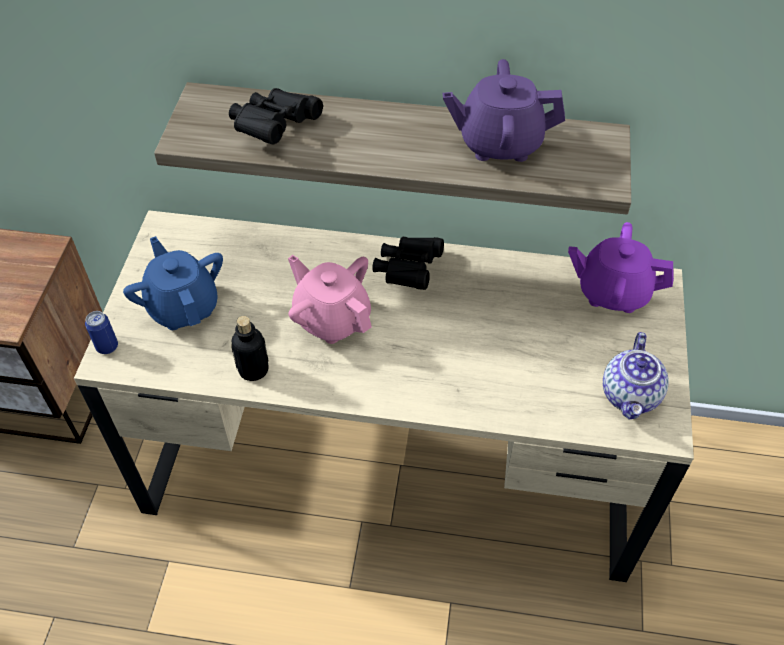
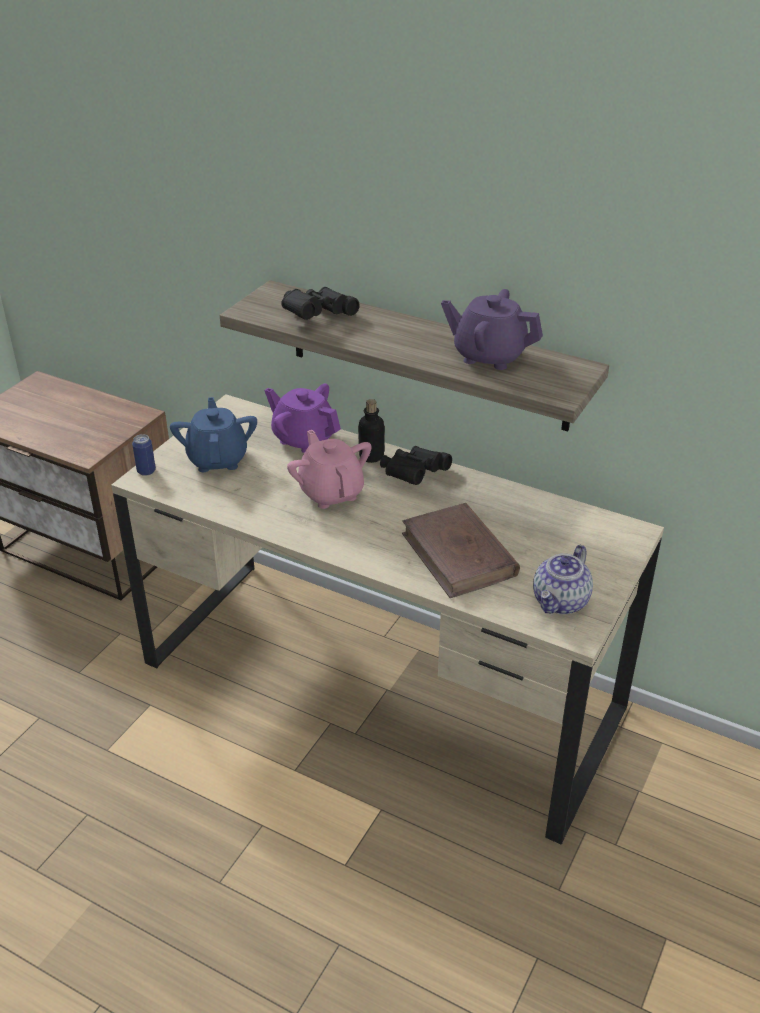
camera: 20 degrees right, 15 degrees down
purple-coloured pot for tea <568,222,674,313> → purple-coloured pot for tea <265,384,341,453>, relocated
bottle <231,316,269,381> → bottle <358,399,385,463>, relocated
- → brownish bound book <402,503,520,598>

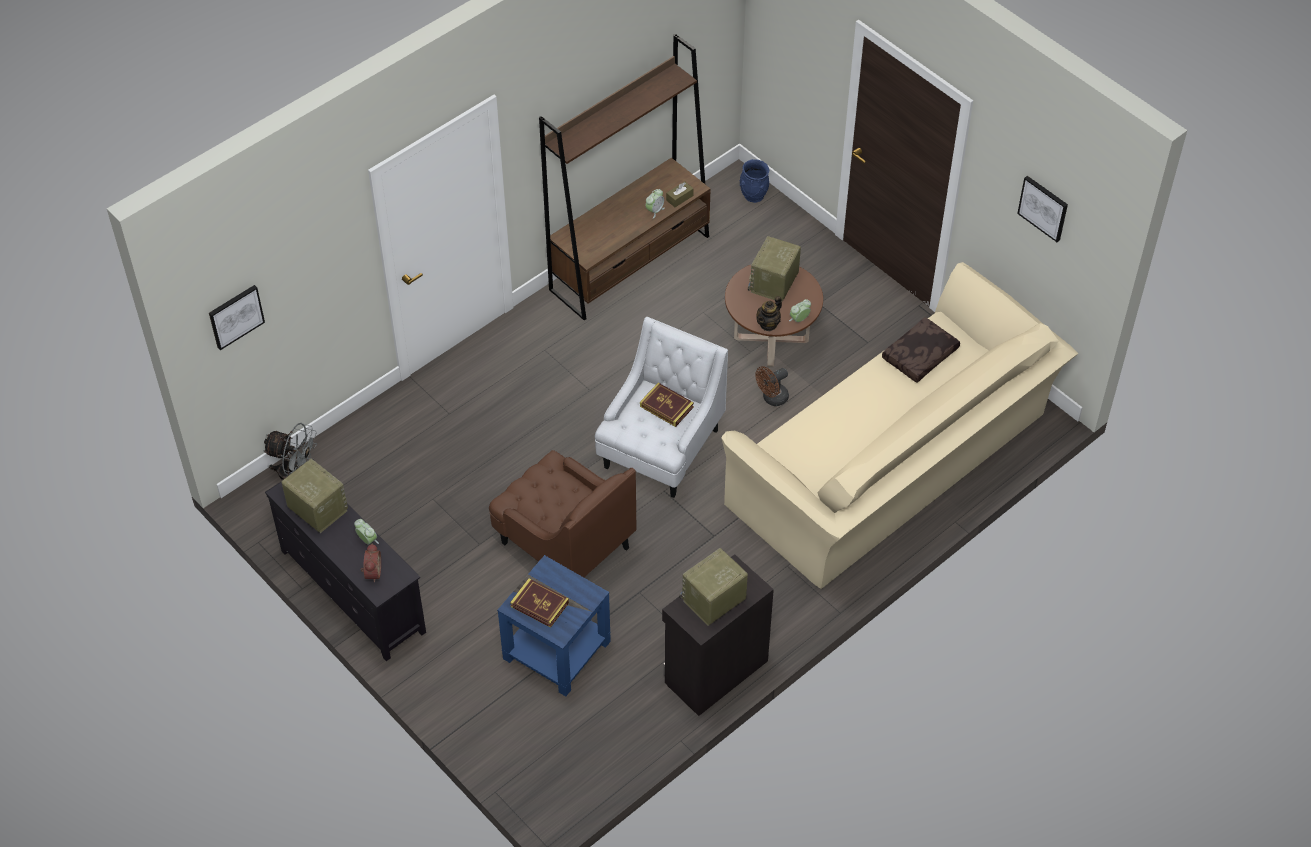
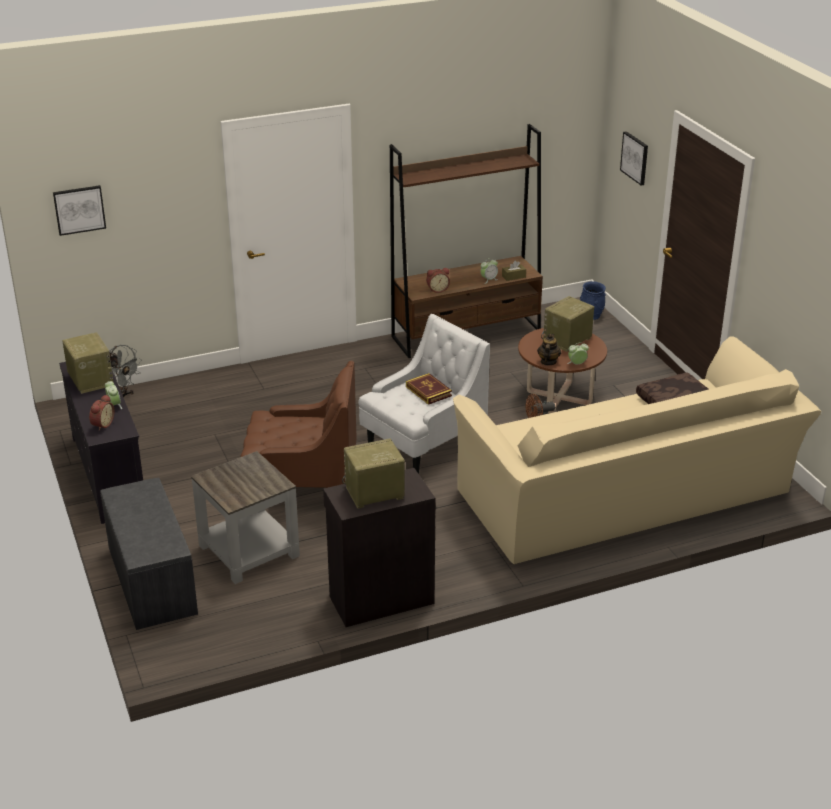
camera: 20 degrees right, 20 degrees down
wall art <1017,176,1068,242> → wall art <620,131,648,185>, relocated
pot for tea <756,296,782,331> → pot for tea <537,334,561,366>, 135 degrees clockwise
brownish armchair <489,450,636,577> → brownish armchair <240,361,357,488>, 60 degrees counterclockwise
blue end table <497,555,611,696> → greyish end table <191,451,300,584>
bound book <510,578,569,628> → -
- → alarm clock <426,268,450,293>
- → greyish long seat <100,477,198,630>

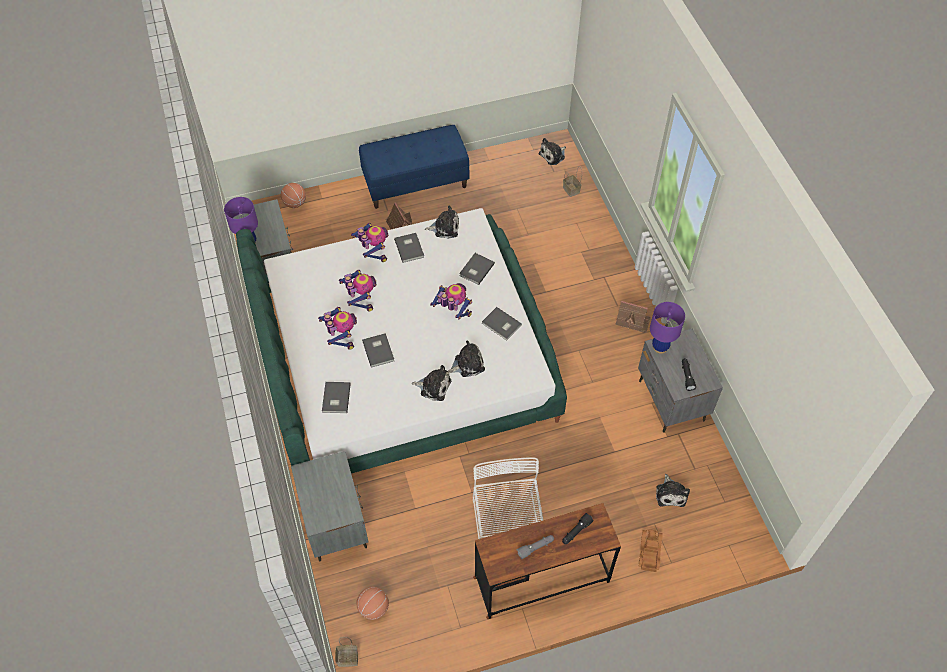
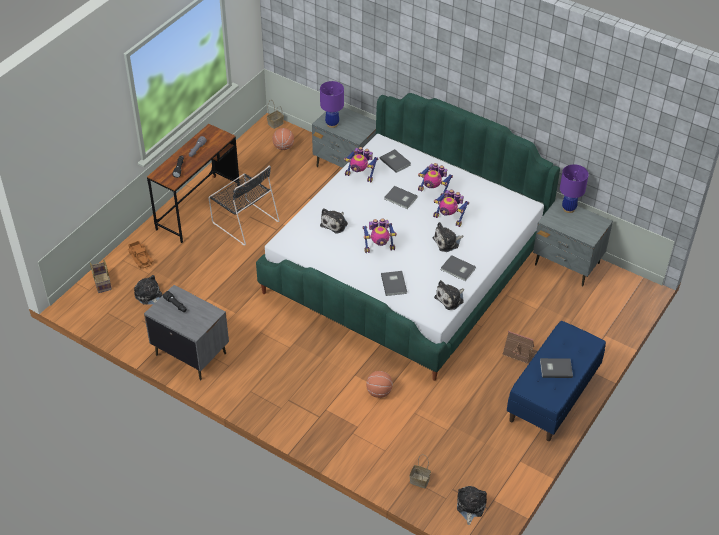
camera: 140 degrees right, 10 degrees down
ball for basketball <281,183,306,208> → ball for basketball <366,371,393,398>, relocated
model robot <351,223,388,262> → model robot <344,147,378,182>, relocated
toy house <615,301,651,333> → -
purple-coloured lamp for a table <650,302,685,354> → purple-coloured lamp for a table <320,81,344,128>, relocated
greyish bound book <482,307,522,341> → greyish bound book <540,358,573,378>, relocated
plush toy <412,365,451,401> → plush toy <432,222,464,252>, relocated
whitish chair <473,457,543,539> → black-coloured chair <209,166,279,246>
- → storage basket <90,259,112,293>

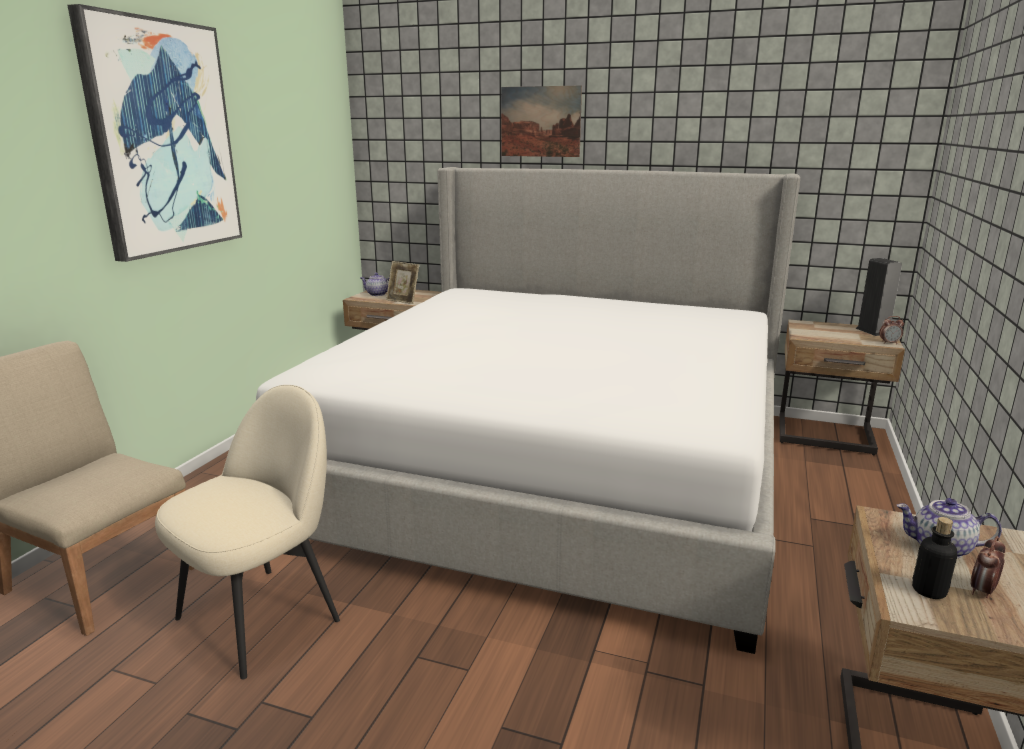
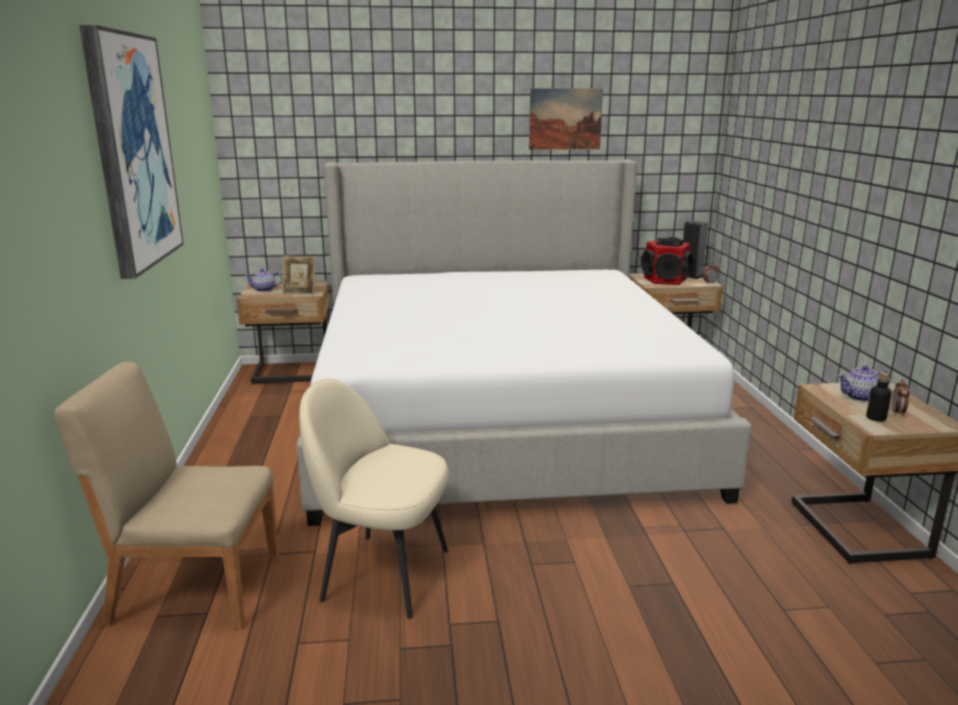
camera: 25 degrees left, 0 degrees up
wall art <501,85,582,157> → wall art <529,88,603,150>, relocated
sand-coloured chair <155,385,340,679> → sand-coloured chair <299,379,449,619>, 90 degrees counterclockwise
- → audio speaker <641,237,693,285>

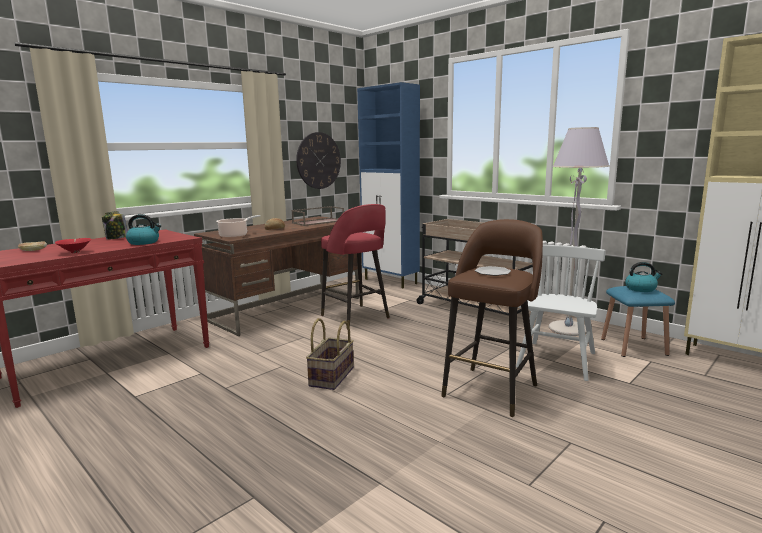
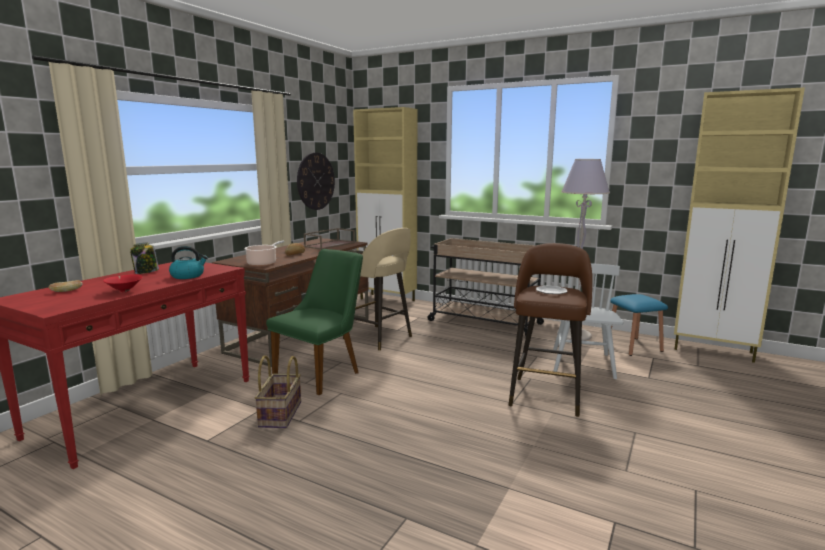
camera: 15 degrees left, 0 degrees up
blue storage cabinet <357,82,420,288> → sand-coloured storage cabinet <353,107,417,301>
red stool <321,204,390,327> → sand-coloured stool <343,228,412,351>
water kettle <625,262,662,292> → -
storage basket <306,318,354,390> → storage basket <255,355,301,428>, relocated
- → green-coloured chair <266,249,363,395>

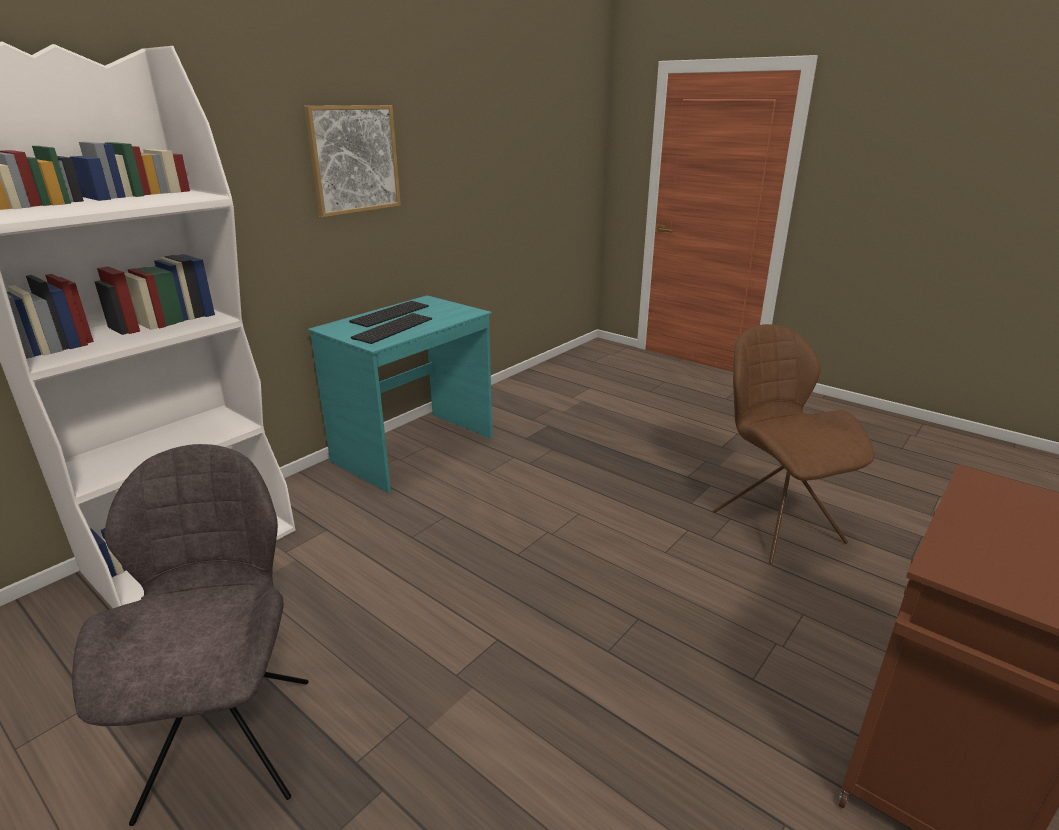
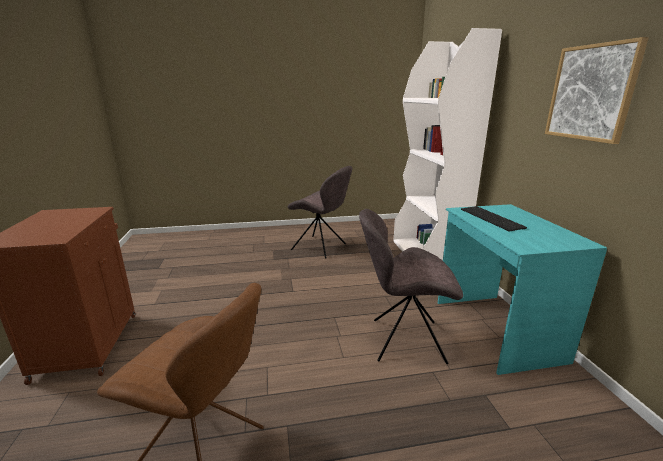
camera: 130 degrees right, 5 degrees down
computer keyboard <349,301,429,327> → -
- → greyish chair <359,209,463,364>

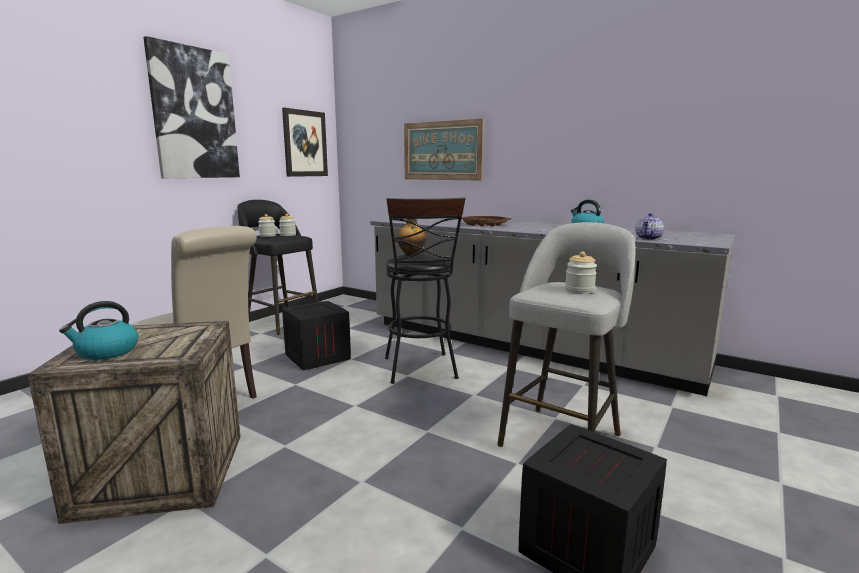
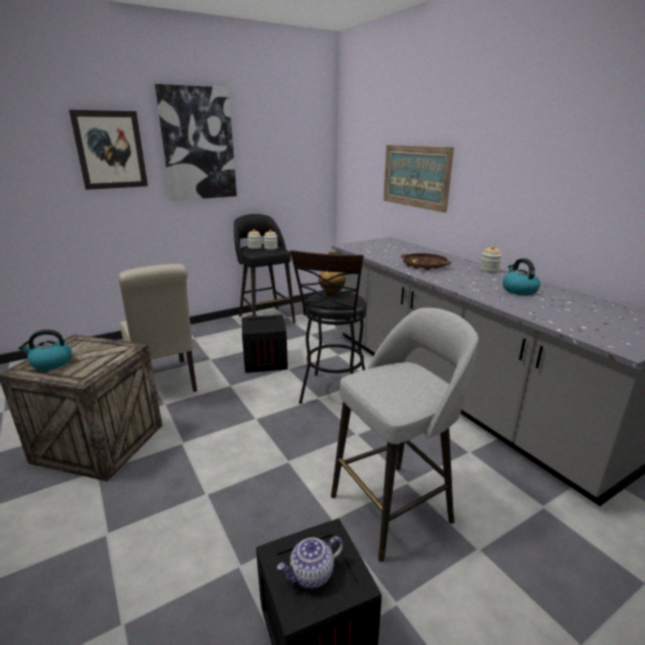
camera: 25 degrees right, 10 degrees up
wall art <282,108,328,177> → wall art <69,110,148,190>, relocated
pot for tea <635,213,664,240> → pot for tea <277,536,344,589>, relocated
storage jar <565,252,597,294> → storage jar <480,246,502,273>, relocated

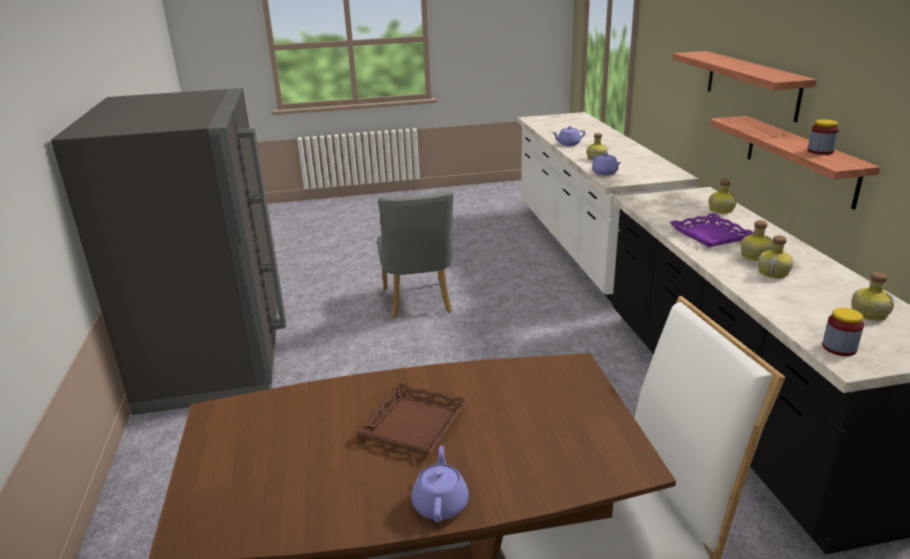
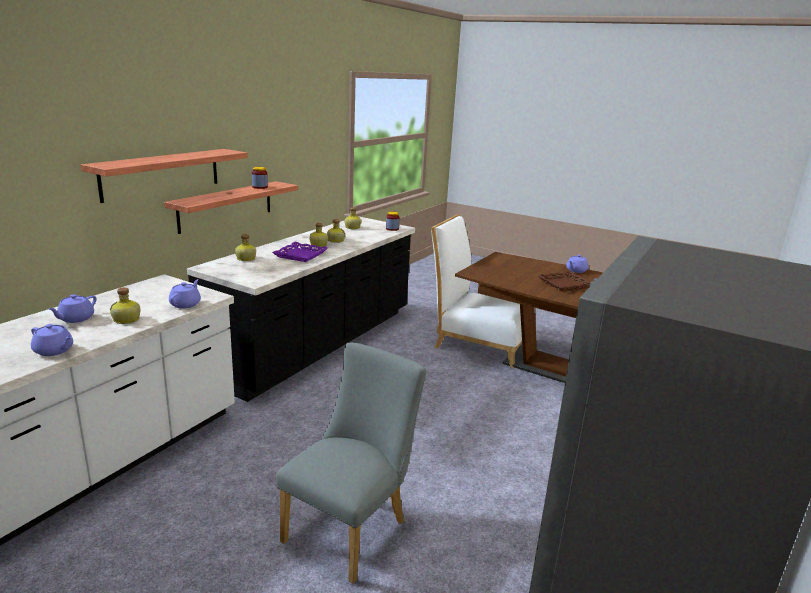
camera: 140 degrees left, 5 degrees down
- → purple-coloured pot for tea <48,294,96,323>

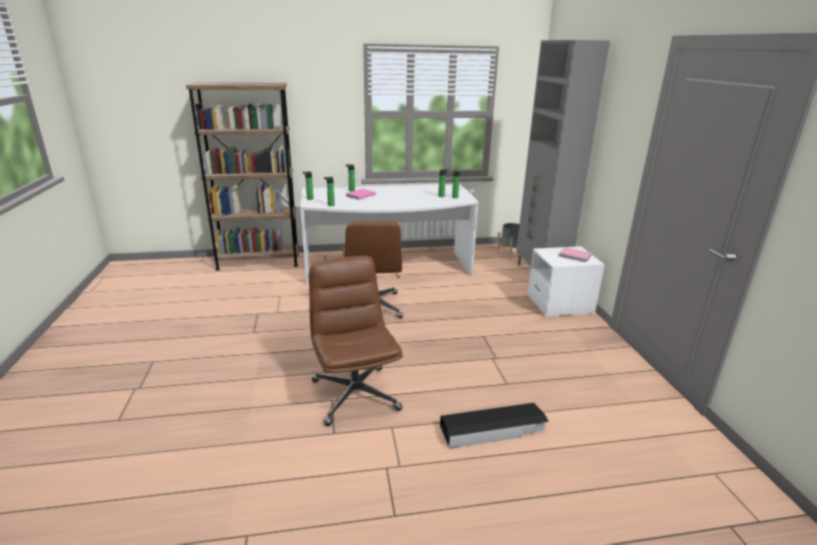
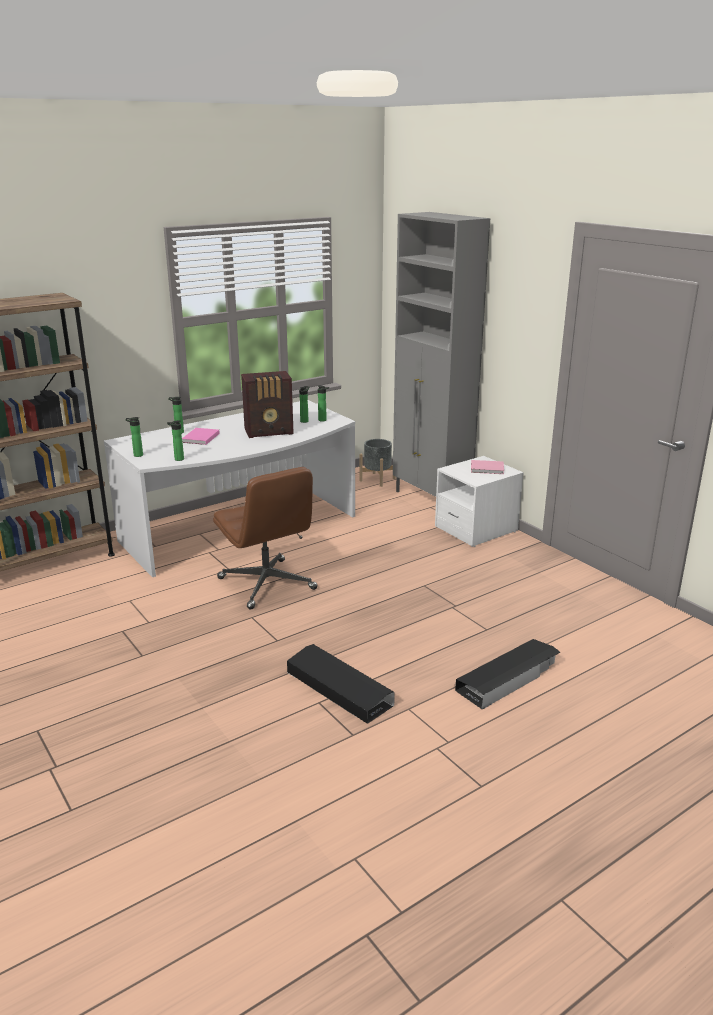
camera: 25 degrees left, 0 degrees up
brownish office chair <309,256,403,426> → black-coloured storage container <287,644,395,724>
- → radio set <241,371,294,438>

